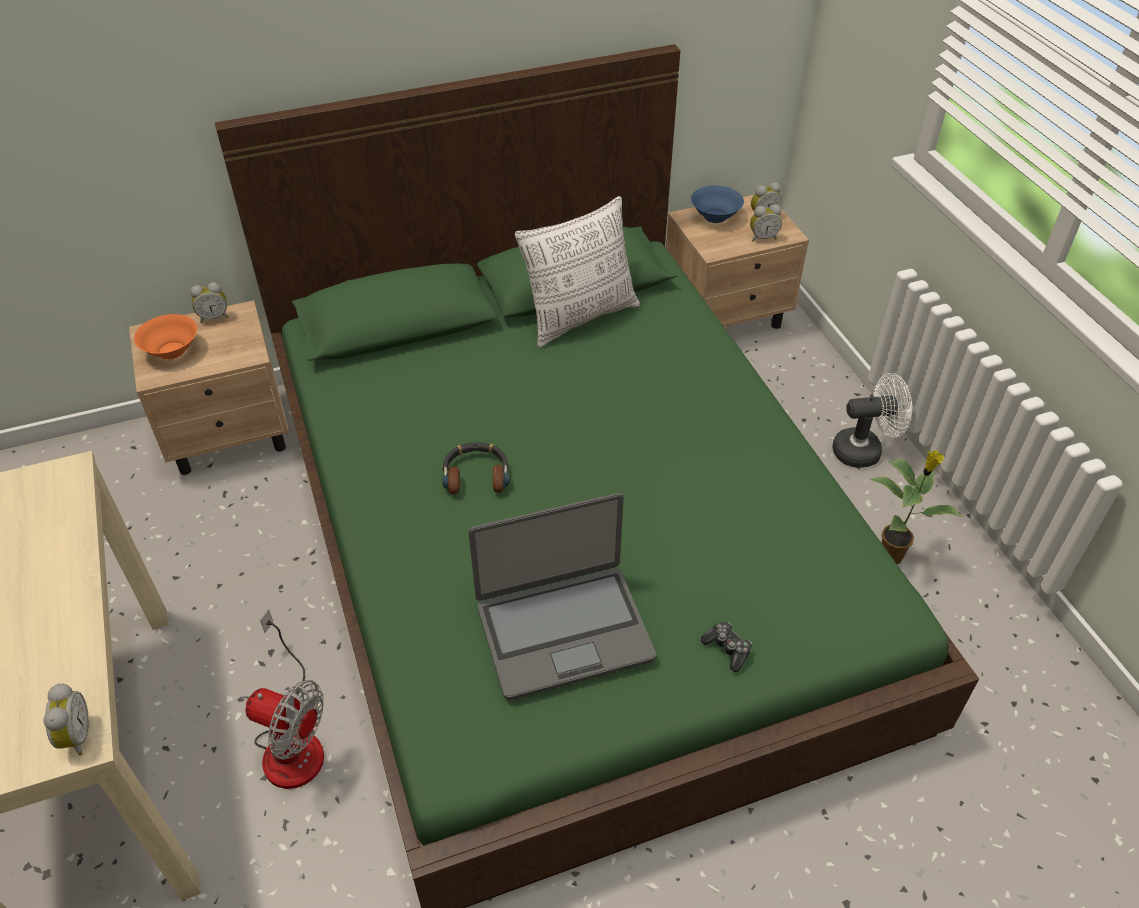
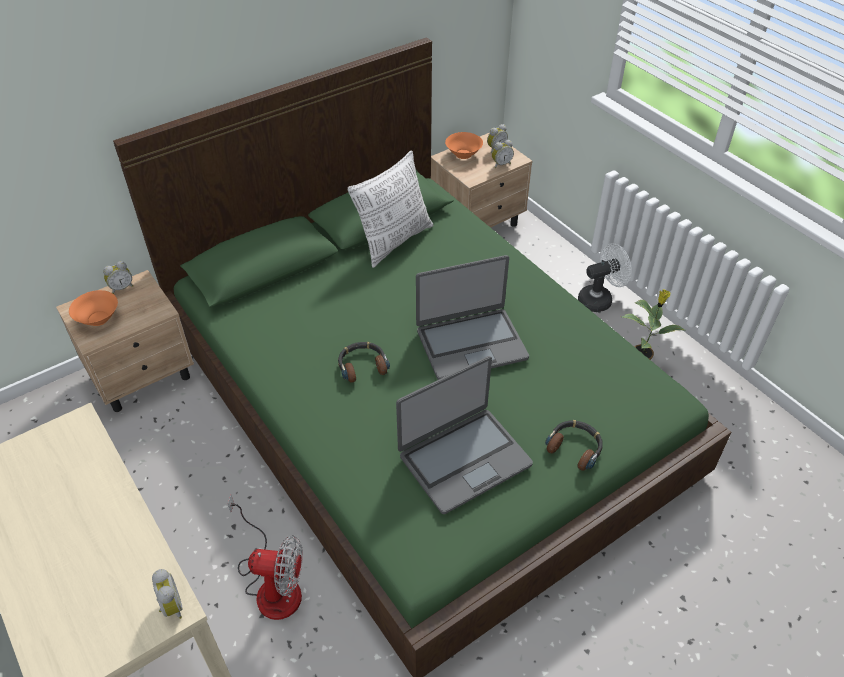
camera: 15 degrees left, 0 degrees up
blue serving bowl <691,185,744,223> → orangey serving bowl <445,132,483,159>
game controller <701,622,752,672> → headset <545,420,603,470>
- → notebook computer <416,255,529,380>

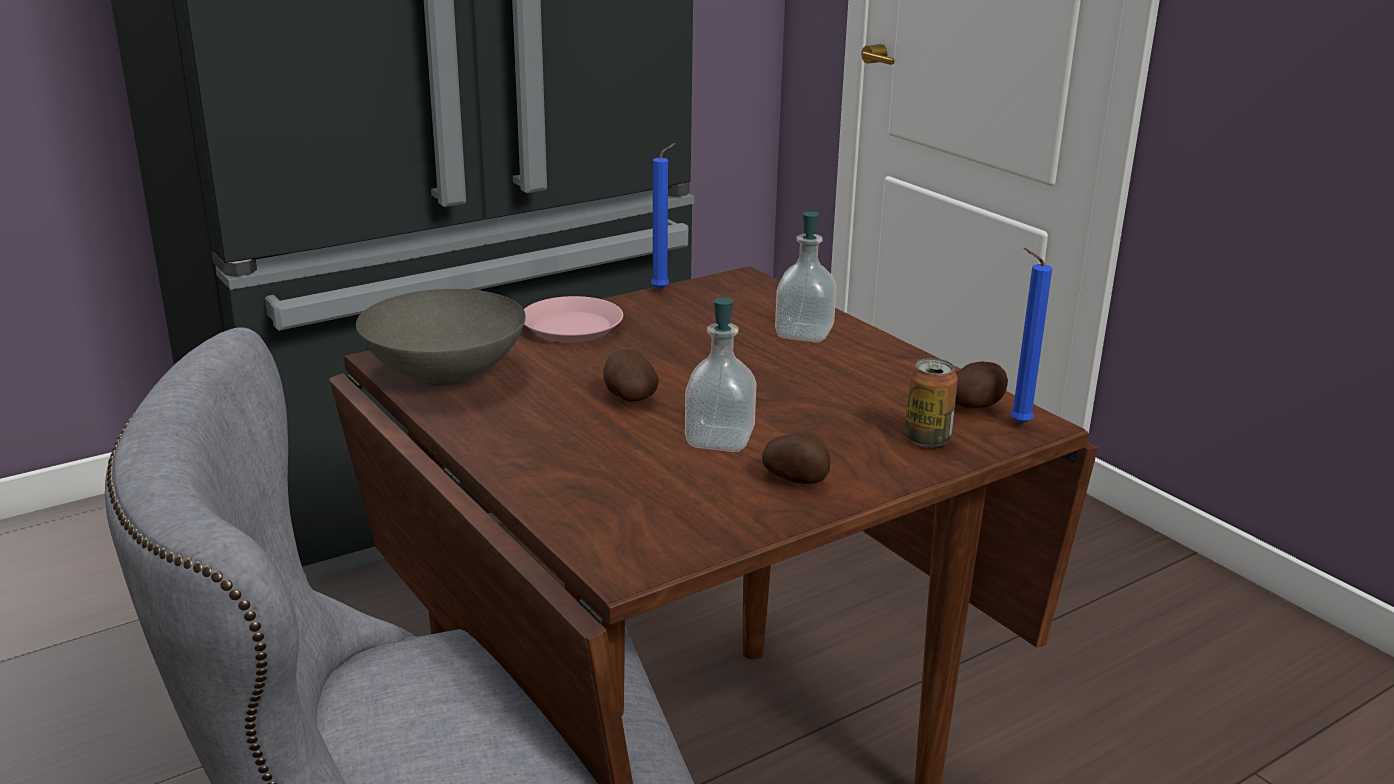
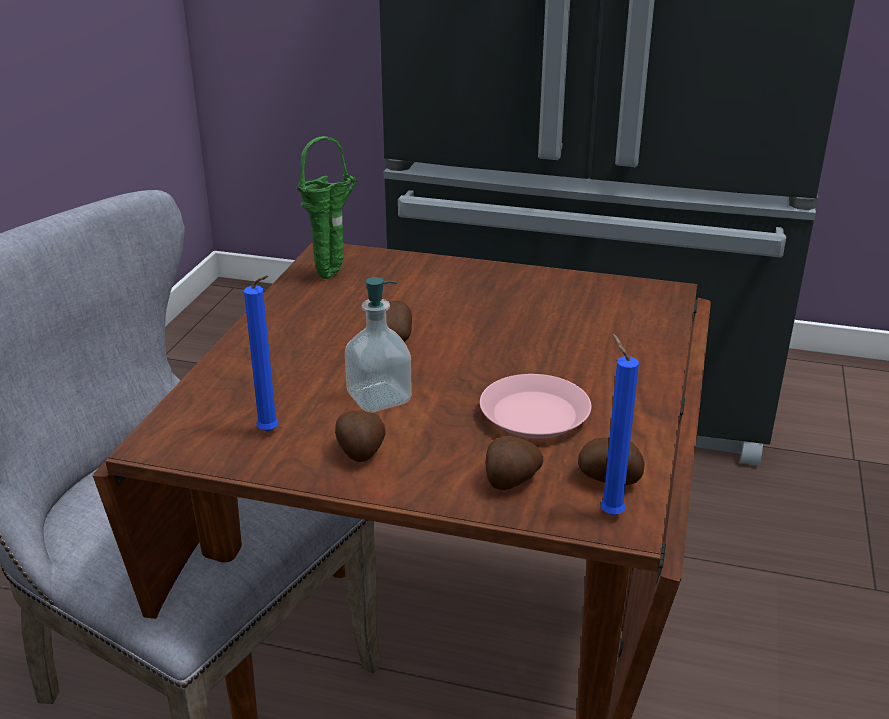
camera: 50 degrees right, 5 degrees up
blue candle <651,143,676,290> → blue candle <244,275,279,432>, relocated
soap dispenser <775,211,837,343> → -
greyish serving bowl <356,289,526,386> → green-coloured decorative vase <297,136,357,279>
pinkish flat dish <524,296,623,343> → pinkish flat dish <480,374,591,439>, relocated
sealed can <905,358,958,447> → potato <485,436,543,490>

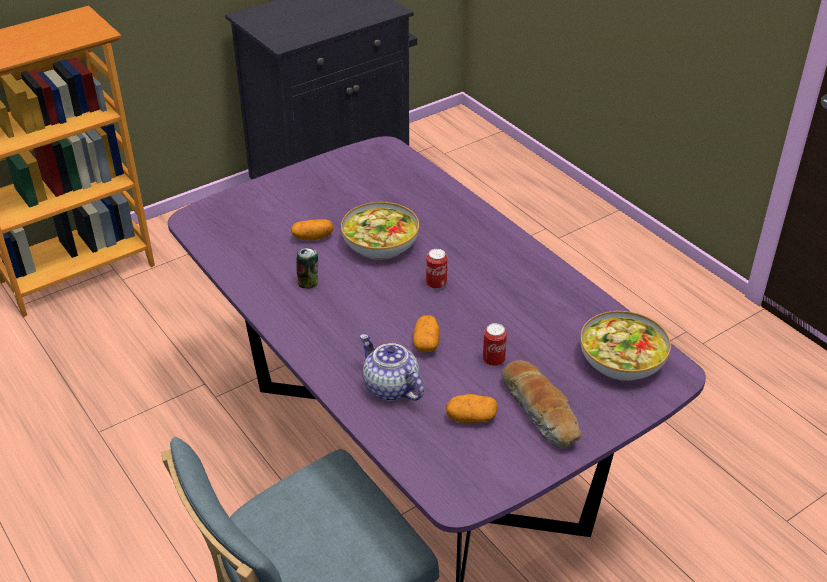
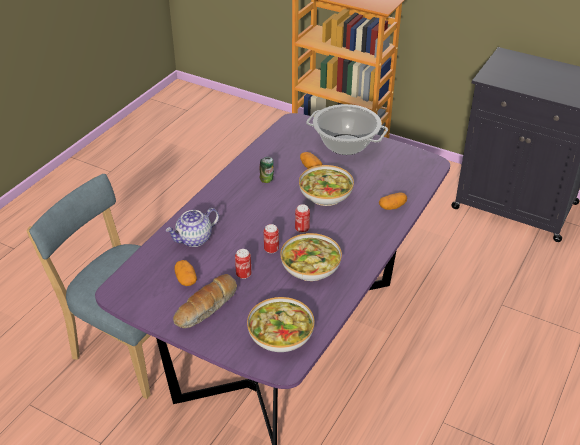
camera: 65 degrees right, 0 degrees up
potato <413,315,440,352> → potato <379,192,407,210>, relocated
pot for tea <360,334,424,401> → pot for tea <165,208,219,247>, 150 degrees counterclockwise
- → saucepot <306,104,388,155>
- → sealed can <264,224,279,253>
- → serving bowl <280,233,342,281>

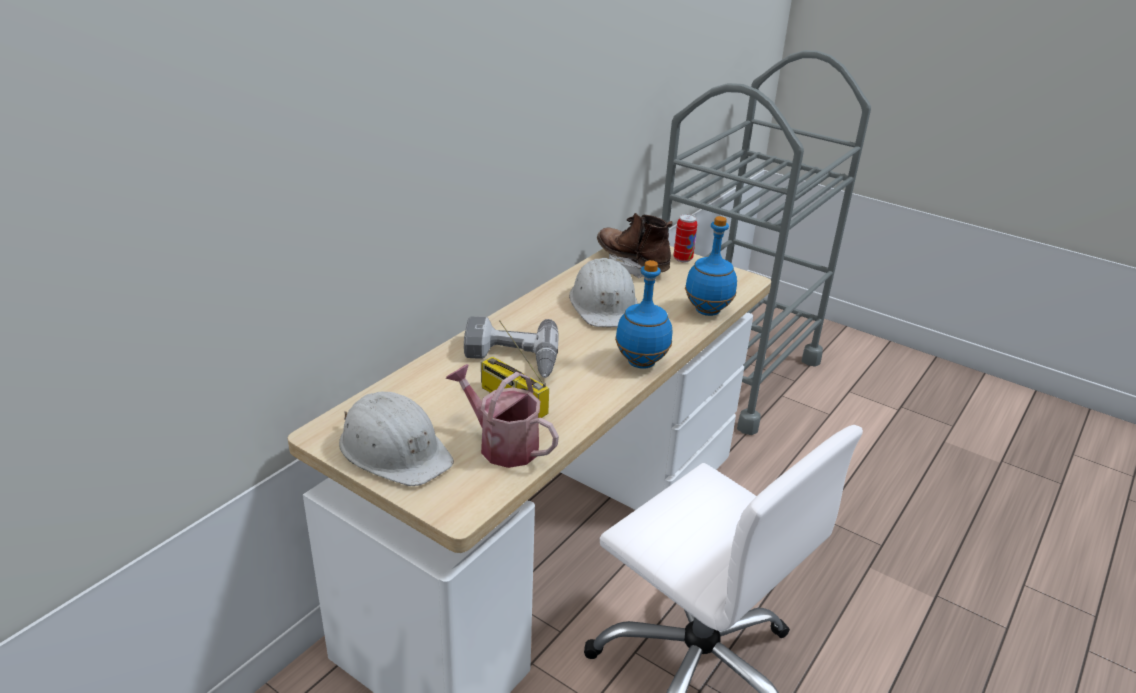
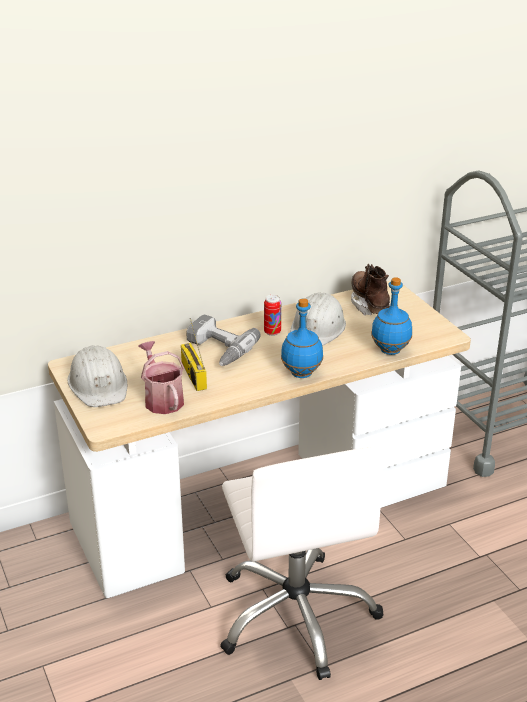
camera: 30 degrees right, 0 degrees up
sealed can <673,214,697,262> → sealed can <264,295,281,336>, relocated

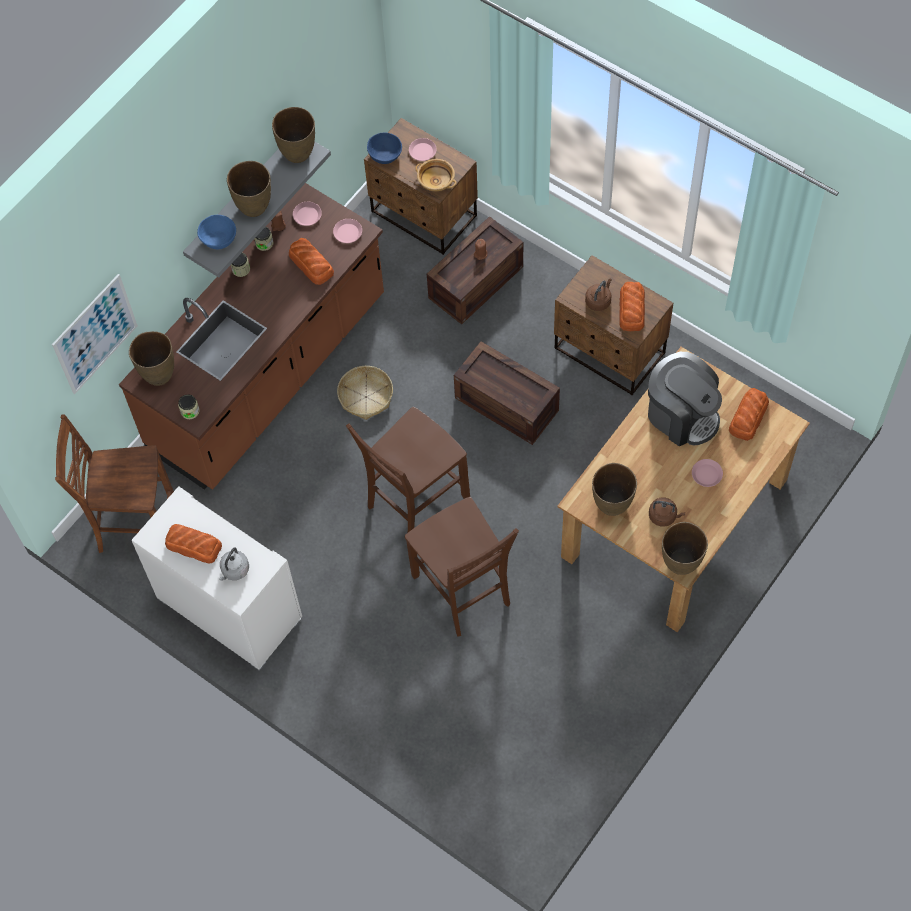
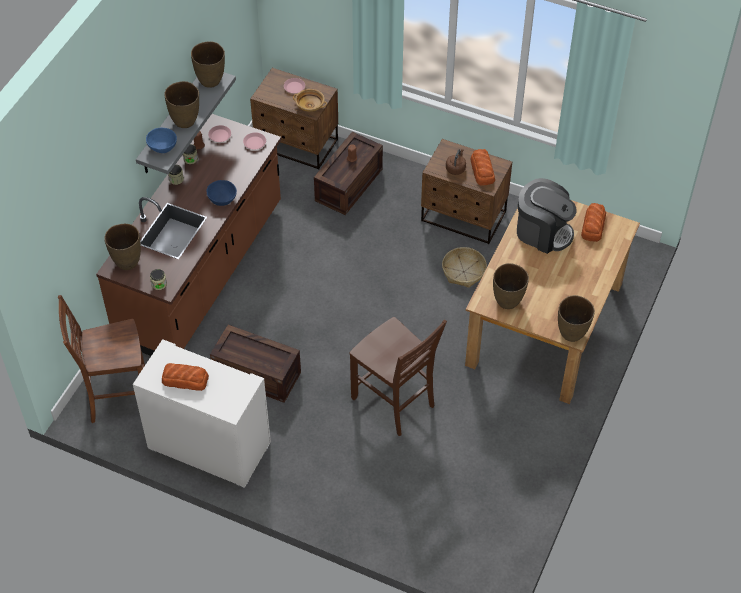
camera: 15 degrees left, 10 degrees down
blue serving bowl <367,132,402,164> → blue serving bowl <207,180,237,206>, relocated
baked bread <289,238,334,285> → -
wall art <52,274,138,394> → -
crate <454,341,560,445> → crate <210,325,301,403>, relocated
storage basket <337,366,393,420> → storage basket <442,247,487,288>, relocated
brownish chair <346,407,470,532> → -
pinkish flat dish <692,459,723,487> → -
brownish water kettle <649,497,685,527> → -
greyish water kettle <219,548,249,581> → -

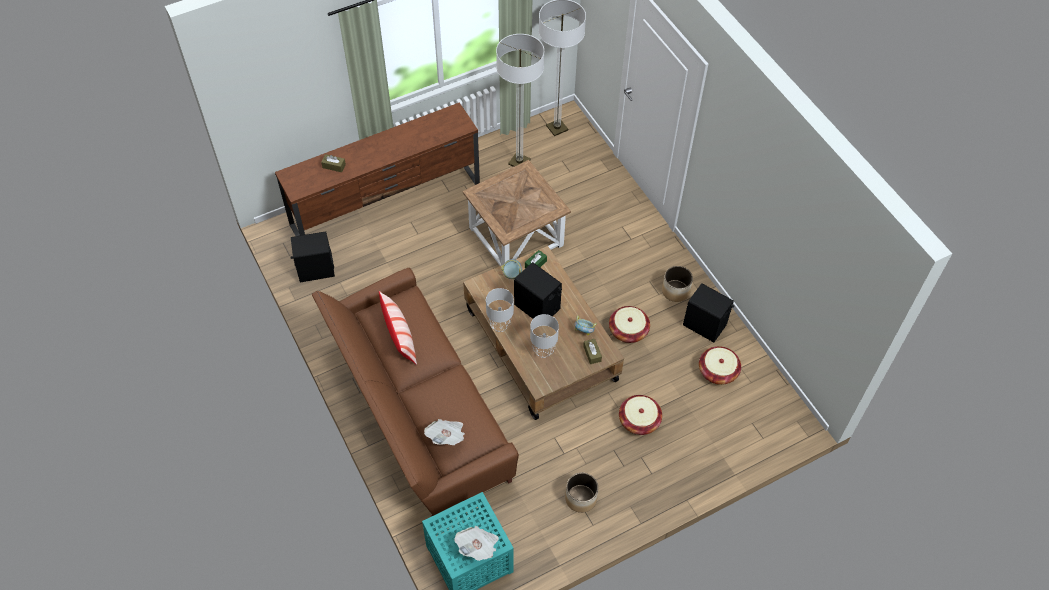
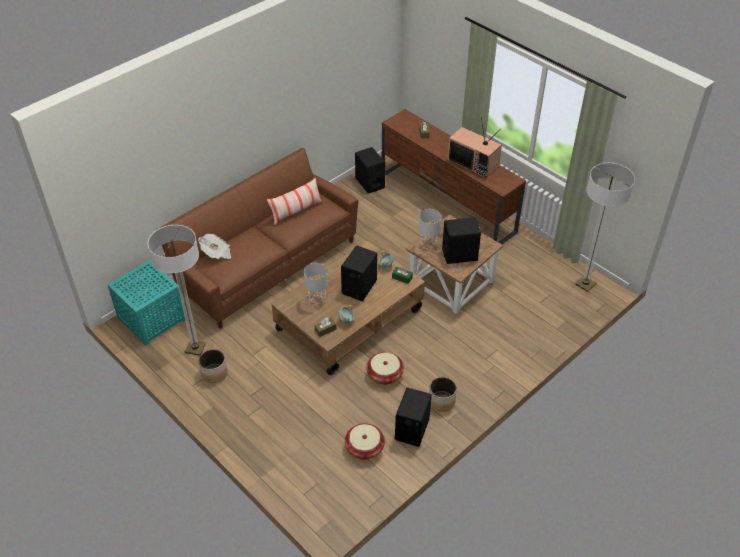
camera: 75 degrees right, 10 degrees down
floor lamp <496,34,544,167> → floor lamp <148,225,206,356>, relocated
greyish lamp for a table <486,288,514,332> → greyish lamp for a table <418,209,442,249>, relocated
storage basket <619,395,662,435> → -
printed paper <454,526,499,561> → -
- → TV set <448,117,502,178>
- → black-coloured audio speaker <442,217,481,264>

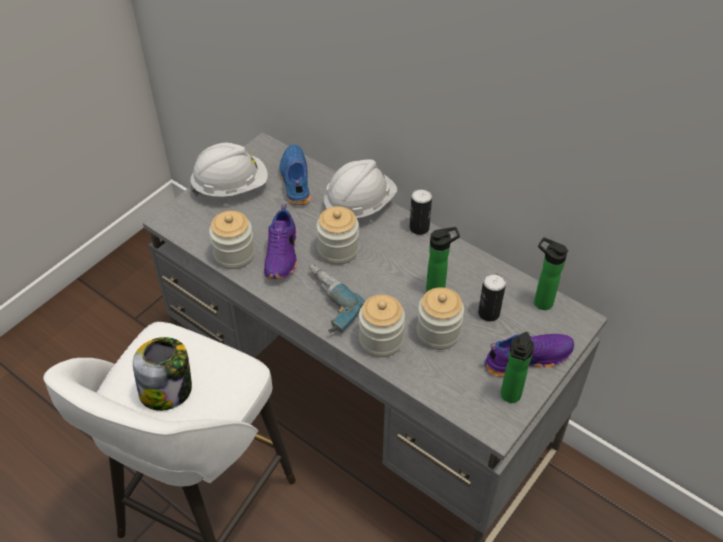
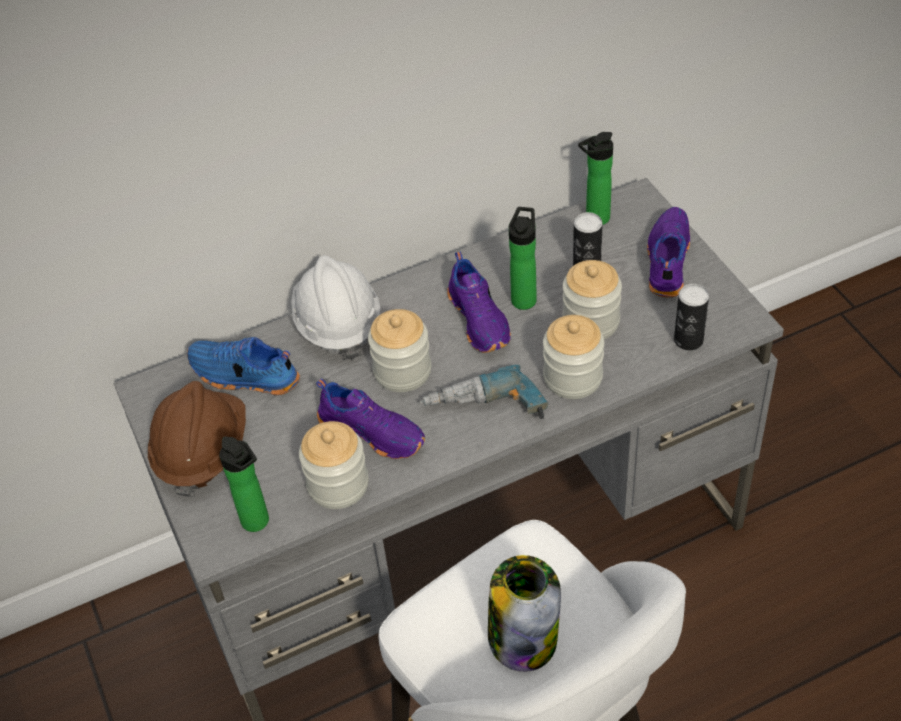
camera: 60 degrees left, 0 degrees up
whitish safety helmet <190,143,268,197> → brownish safety helmet <148,381,246,497>
sealed can <410,188,432,235> → sealed can <674,284,709,350>, relocated
bottle <501,332,534,403> → bottle <219,437,269,532>, relocated
- → purple-coloured shoe <447,251,511,353>

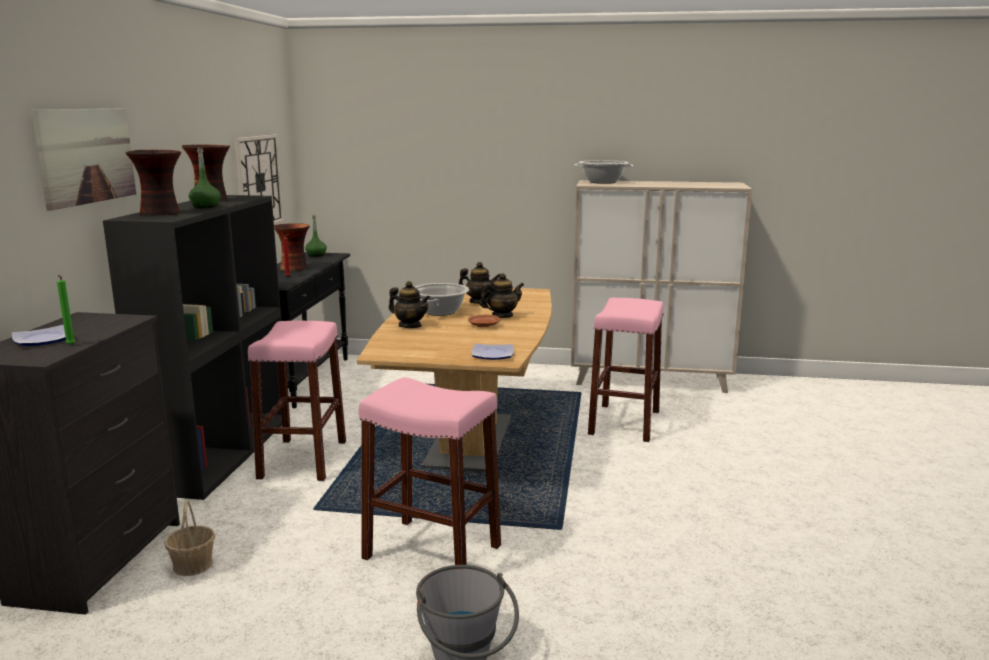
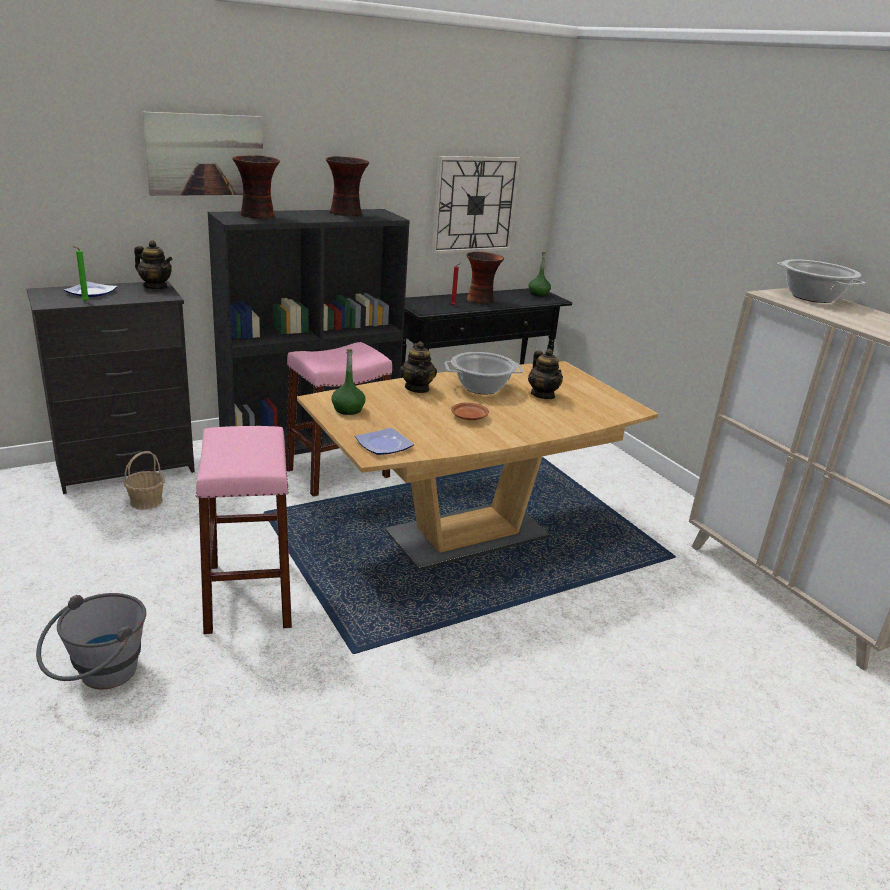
camera: 50 degrees right, 10 degrees up
green-coloured bottle <188,147,221,208> → green-coloured bottle <332,349,366,415>, relocated
pot for tea <480,273,524,318> → pot for tea <134,241,173,289>, relocated
pinkish stool <588,298,664,442> → -

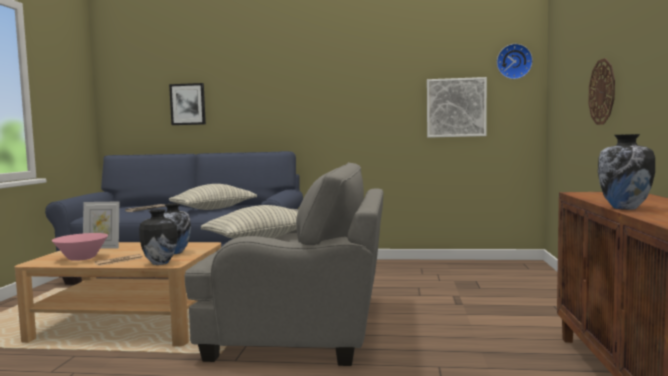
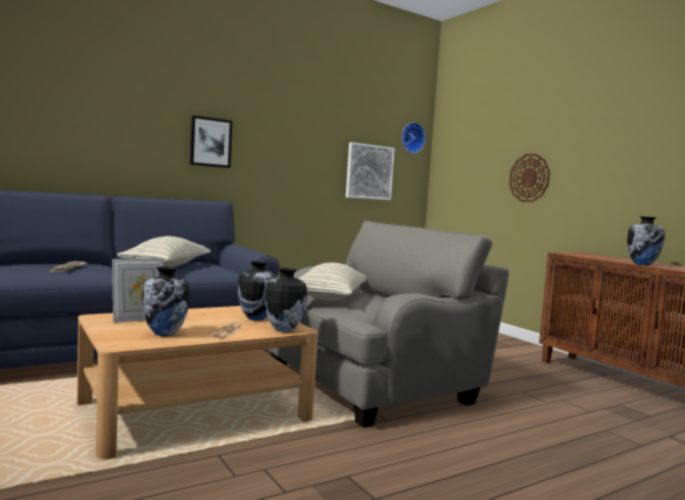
camera: 40 degrees left, 0 degrees up
wall art <169,83,206,125> → wall art <190,115,232,168>, relocated
pinkish serving bowl <52,233,108,261> → decorative vase <142,266,189,336>

